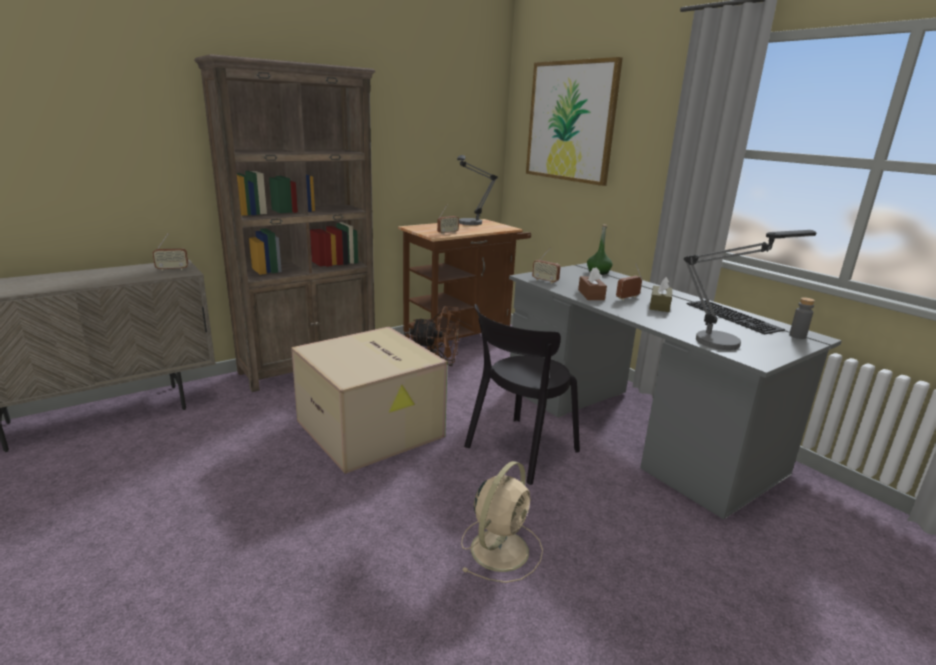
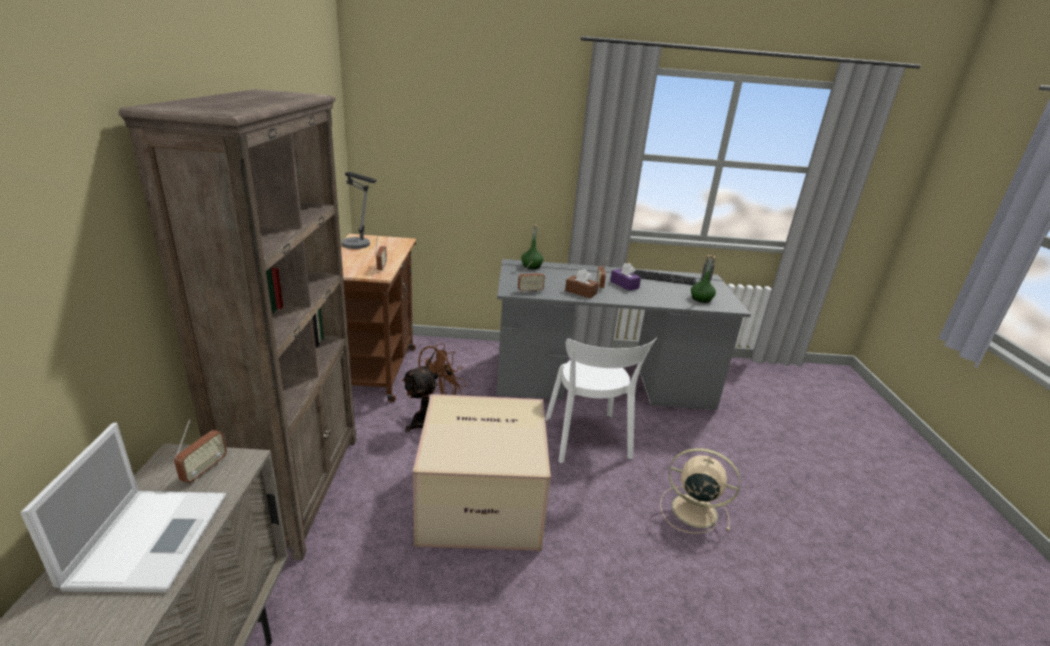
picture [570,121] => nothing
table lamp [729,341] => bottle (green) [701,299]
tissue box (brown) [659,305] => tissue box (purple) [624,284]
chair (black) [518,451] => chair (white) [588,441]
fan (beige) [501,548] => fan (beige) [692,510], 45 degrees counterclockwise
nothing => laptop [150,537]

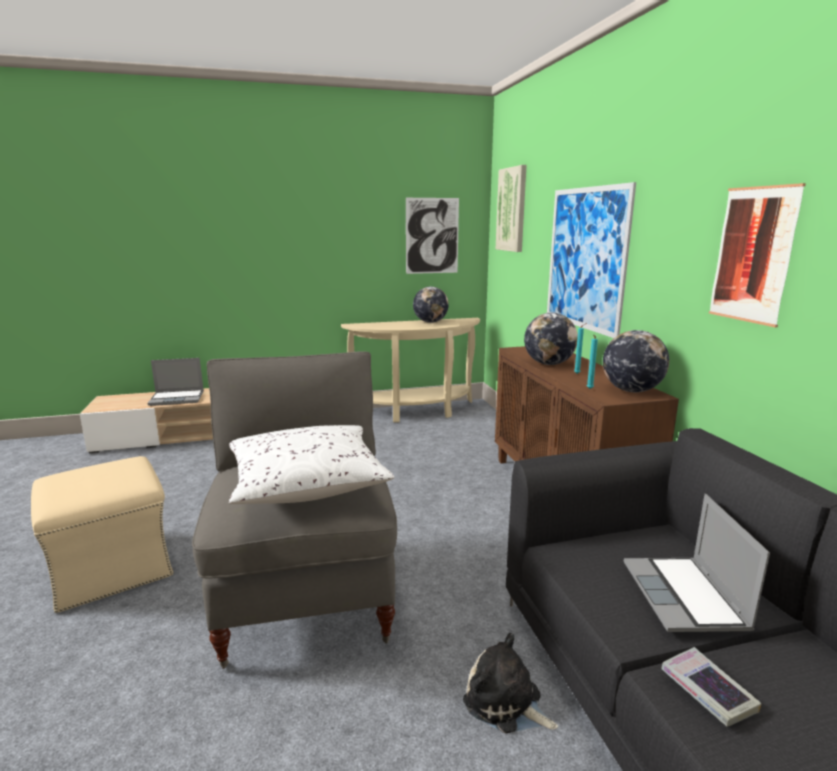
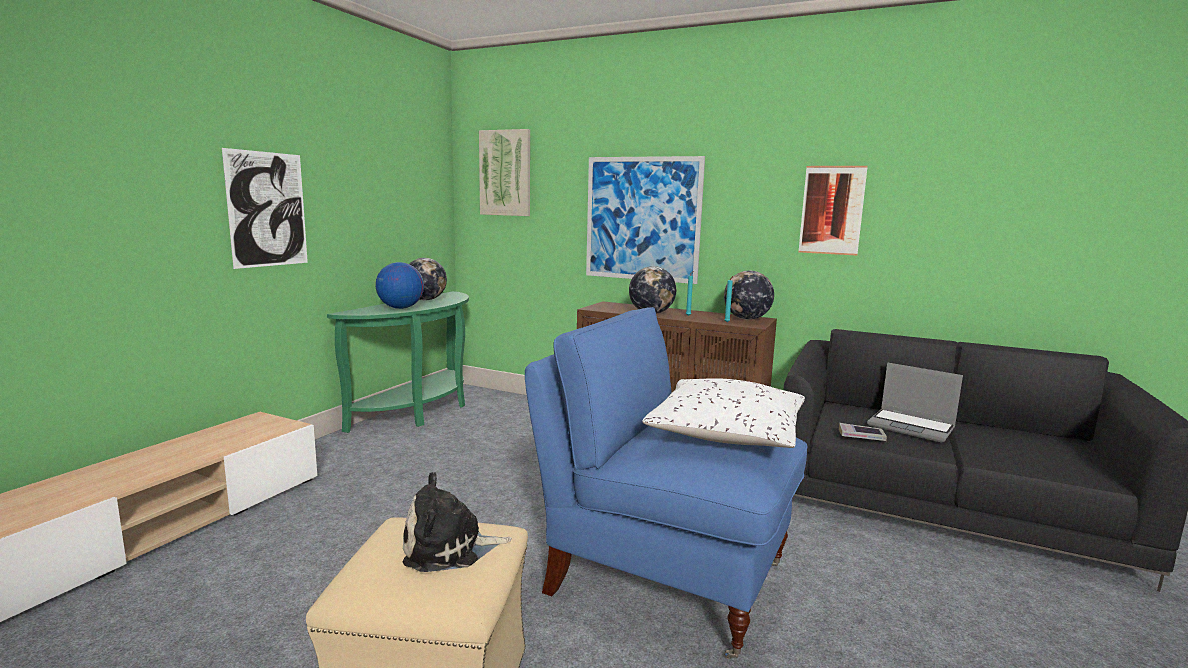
picture [432,236] => picture [267,209], relocated
console table (beige) [416,412] => console table (green) [420,411]
armchair (grey) [307,593] => armchair (blue) [663,577]
laptop [178,398] => nothing
plush toy [506,703] => plush toy [449,548], relocated
book [707,691] => book [861,436], relocated
nothing => globe [400,308]

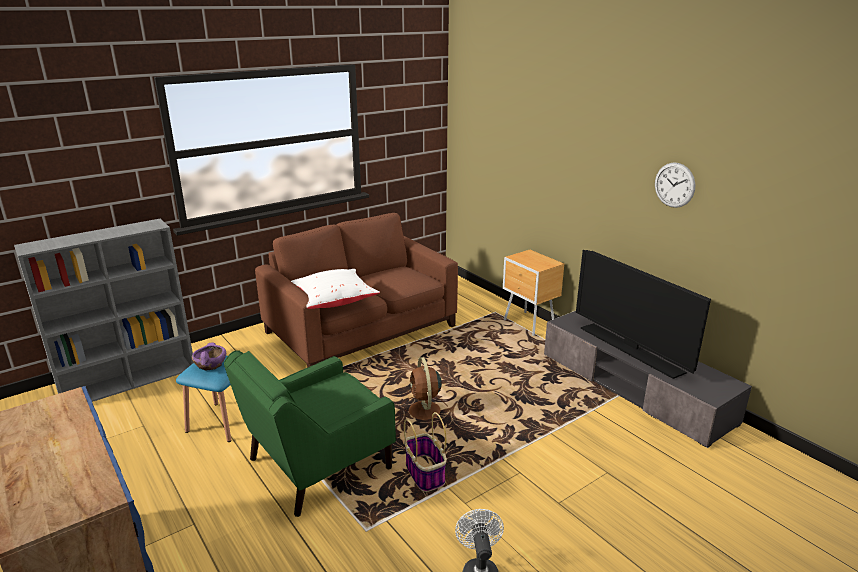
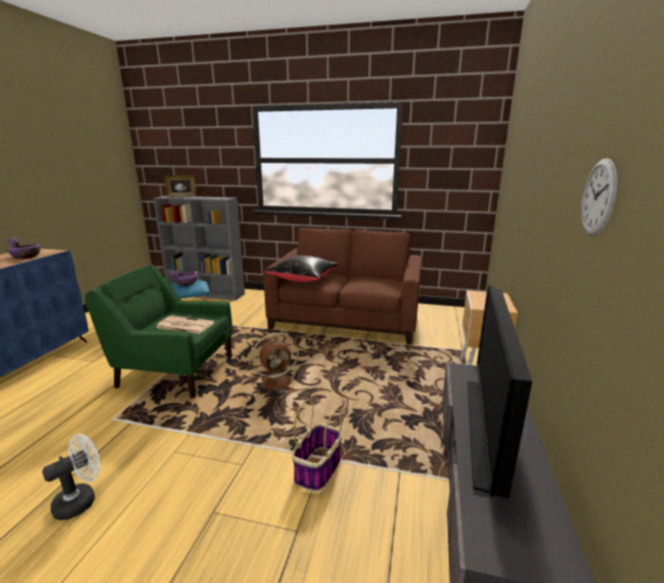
pillow (white) [334,300] => pillow (black) [304,279]
fan (brown) [424,412] => fan (brown) [278,381], 150 degrees counterclockwise
basket [425,474] => basket [318,470], relocated
nothing => picture frame [181,196]
nothing => bowl (purple) [26,256]
nothing => newspaper [184,325]

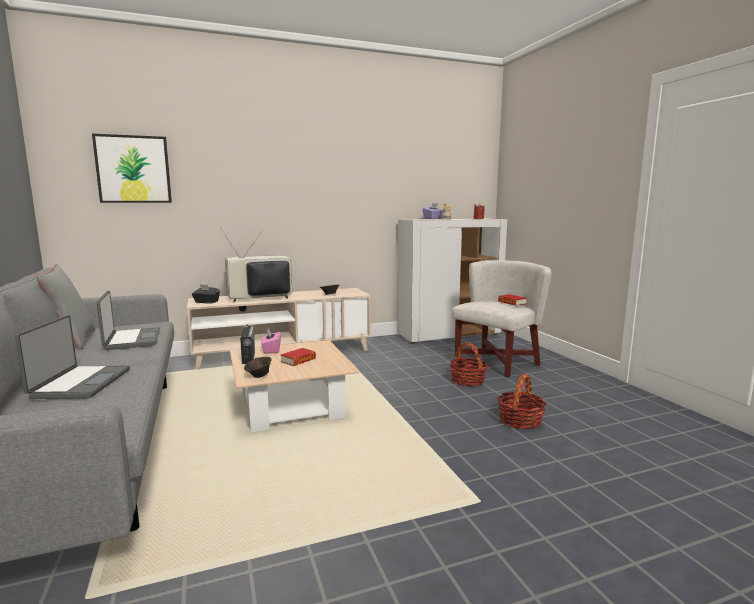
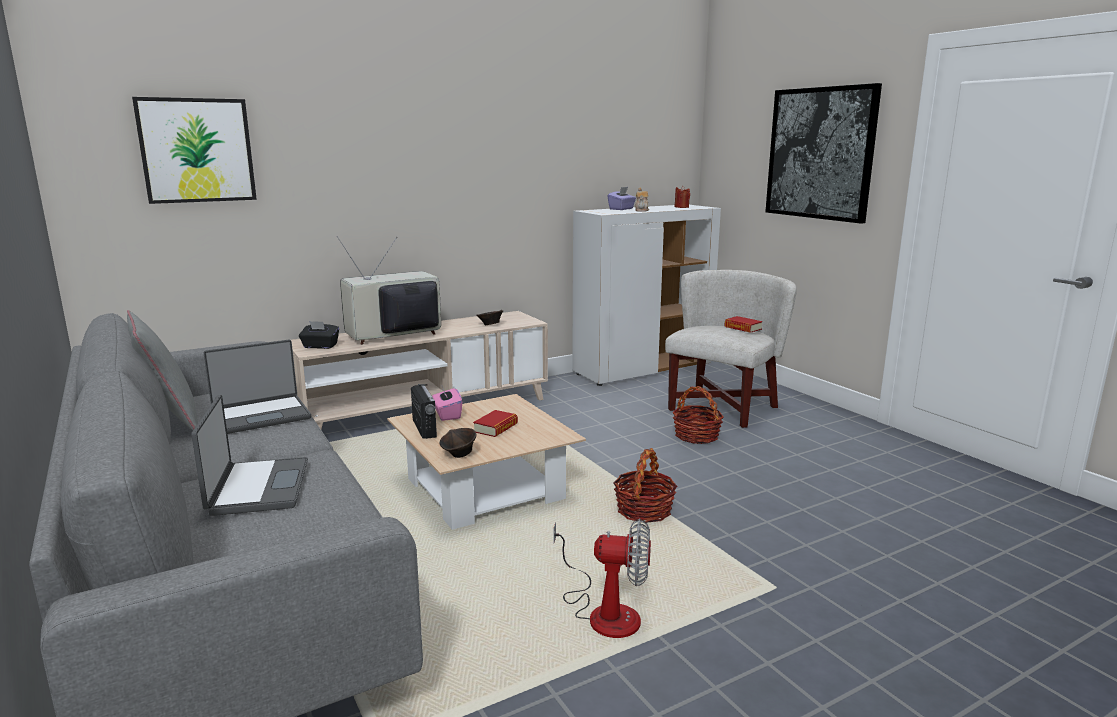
laptop [131,340] => laptop [261,416], 90 degrees clockwise
basket [520,421] => basket [644,510], relocated
nothing => picture [820,153]
nothing => fan [604,612]

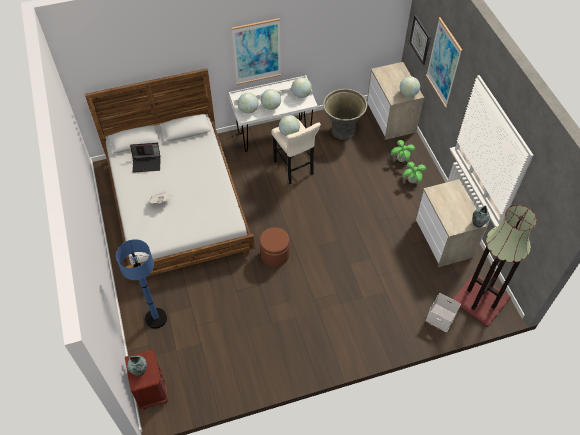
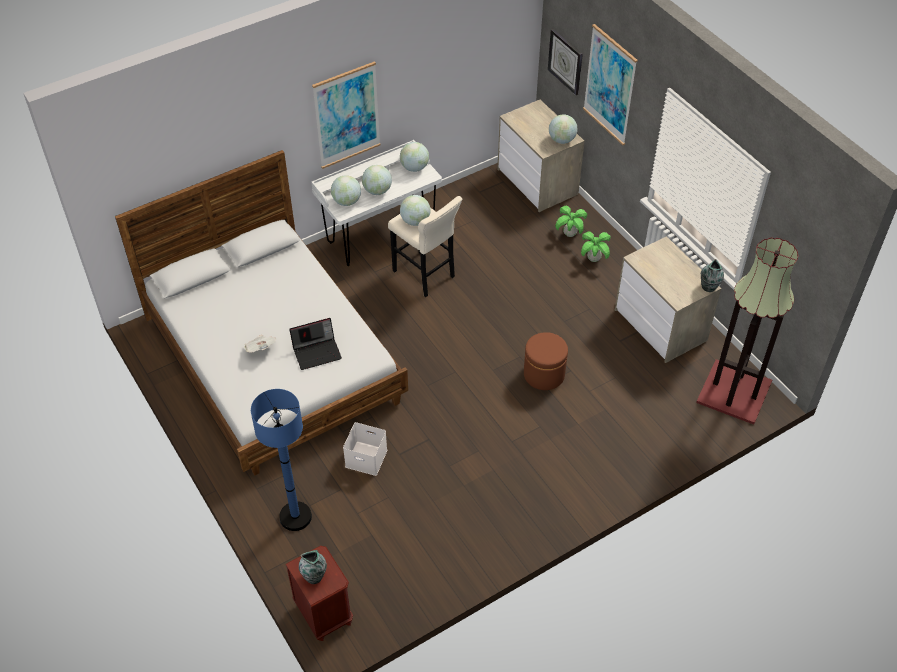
planter (grey) [342,130] => nothing
laptop [147,163] => laptop [317,352], relocated
ottoman (brown) [275,255] => ottoman (brown) [544,374], relocated
storage box (white) [440,317] => storage box (white) [365,458], relocated

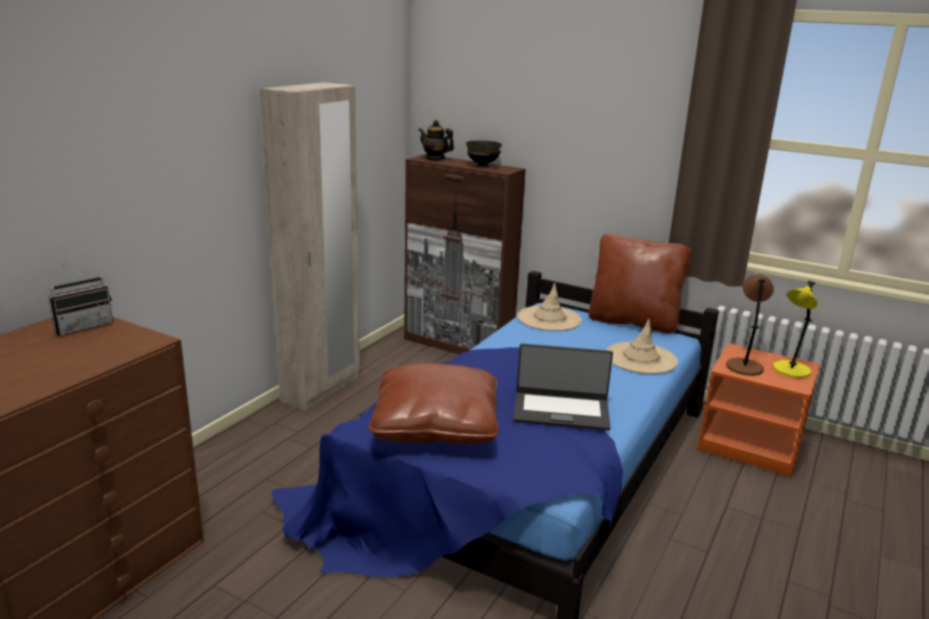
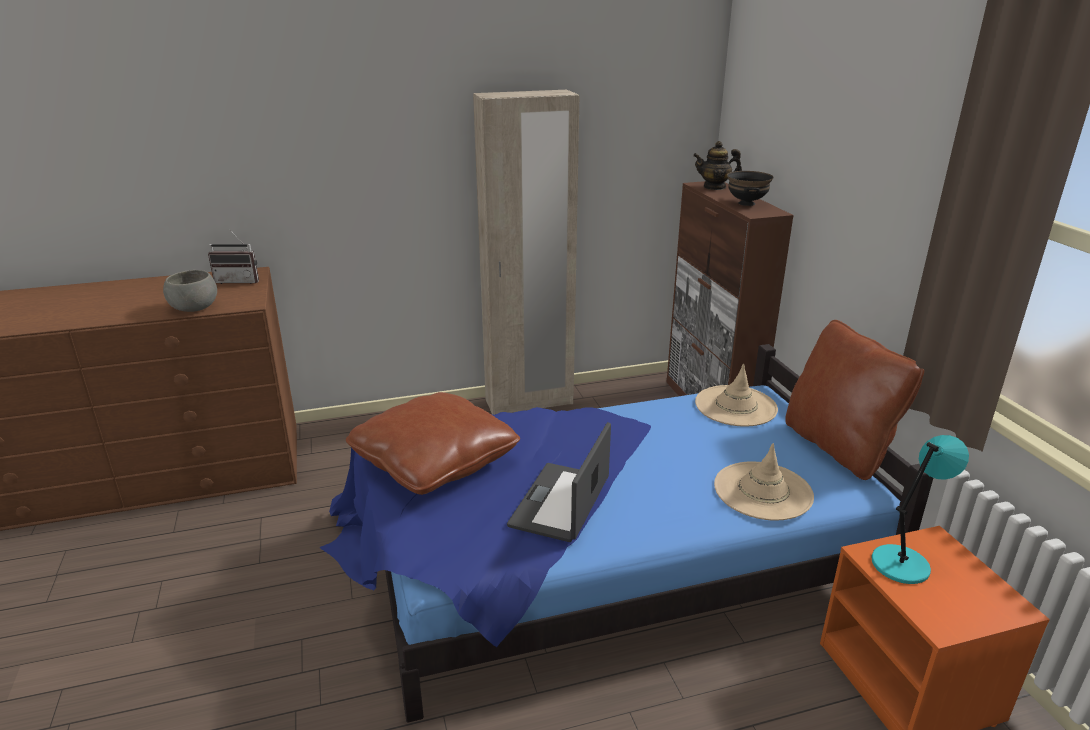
teapot [435,159] => teapot [715,187], 75 degrees counterclockwise
table lamp (brown) [744,366] => table lamp (turquoise) [902,563]
table lamp (yellow) [790,371] => nothing
laptop [561,411] => laptop [561,502], 60 degrees clockwise
nothing => bowl (grey) [195,308]

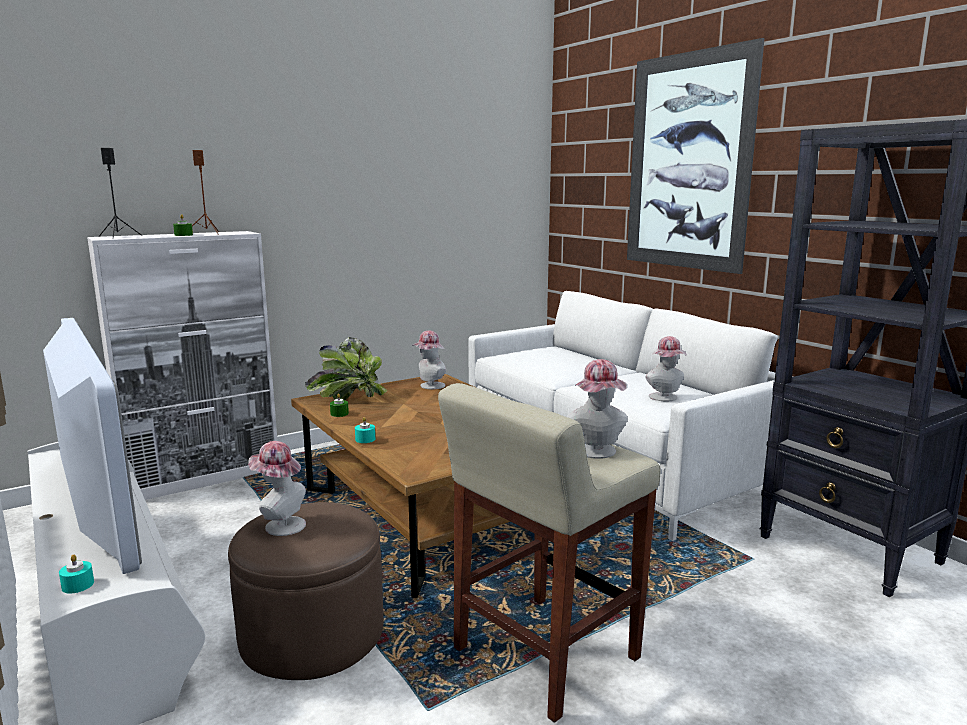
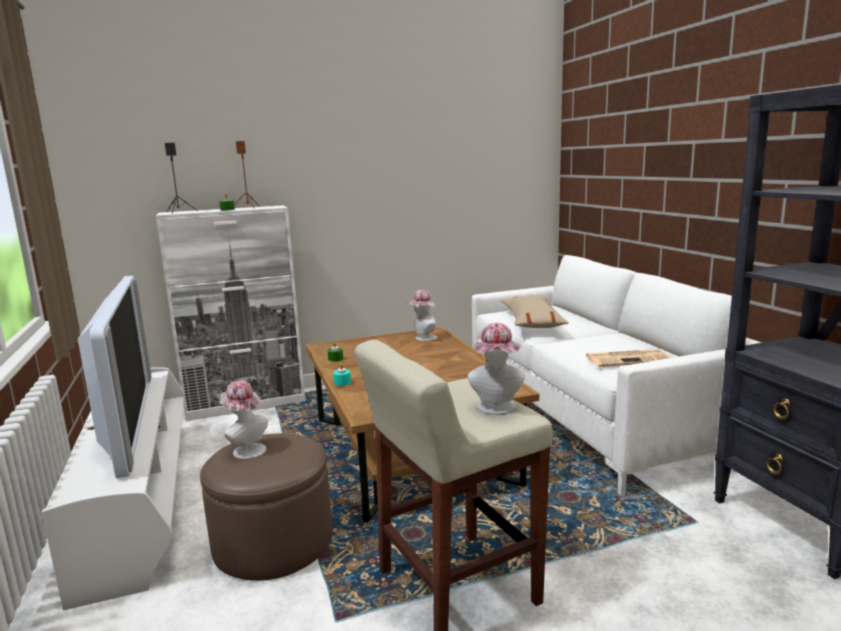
picture [688,162] => nothing
hat [665,398] => newspaper [628,359]
potted plant [348,399] => nothing
candle (turquoise) [78,585] => nothing
nothing => pillow (beige) [532,322]

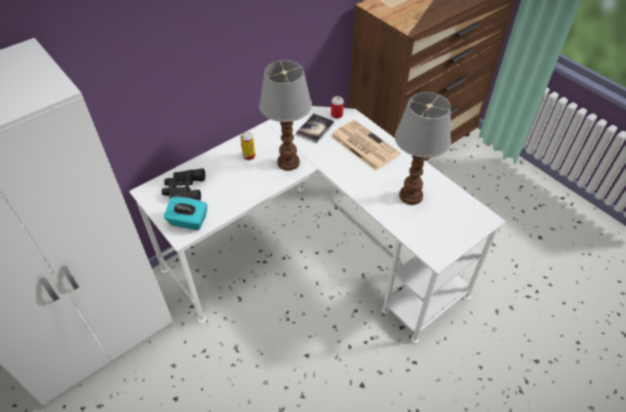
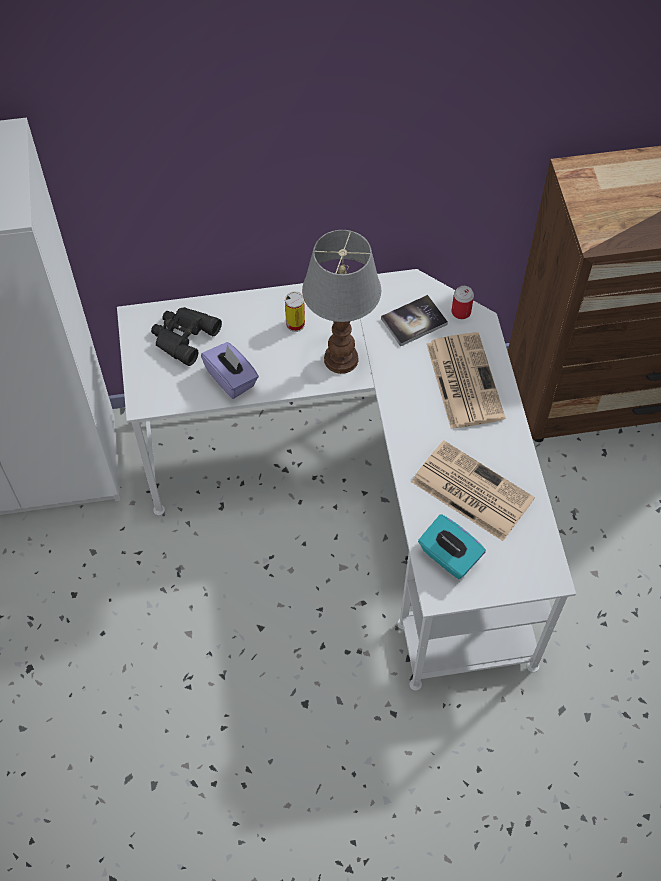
table lamp [410,196] => newspaper [470,490]
tissue box (turquoise) [188,221] => tissue box (turquoise) [449,556], relocated
nothing => tissue box (purple) [231,379]

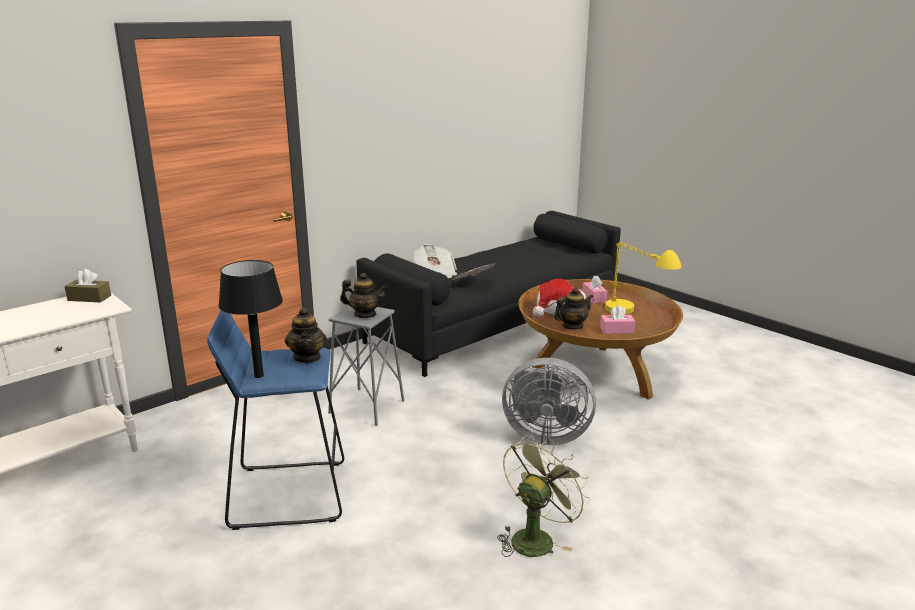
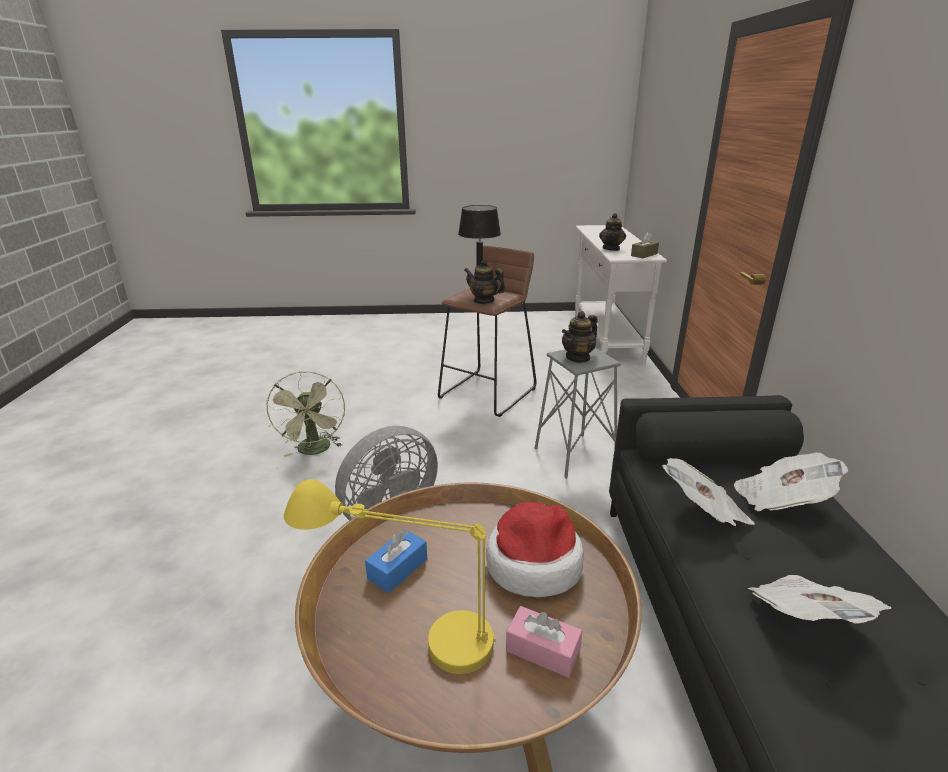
teapot [572,326] => teapot [611,248], relocated
tissue box (pink) [616,330] => tissue box (blue) [397,569]
stool (blue) [287,493] => stool (brown) [488,393]
nothing => newspaper [806,618]

